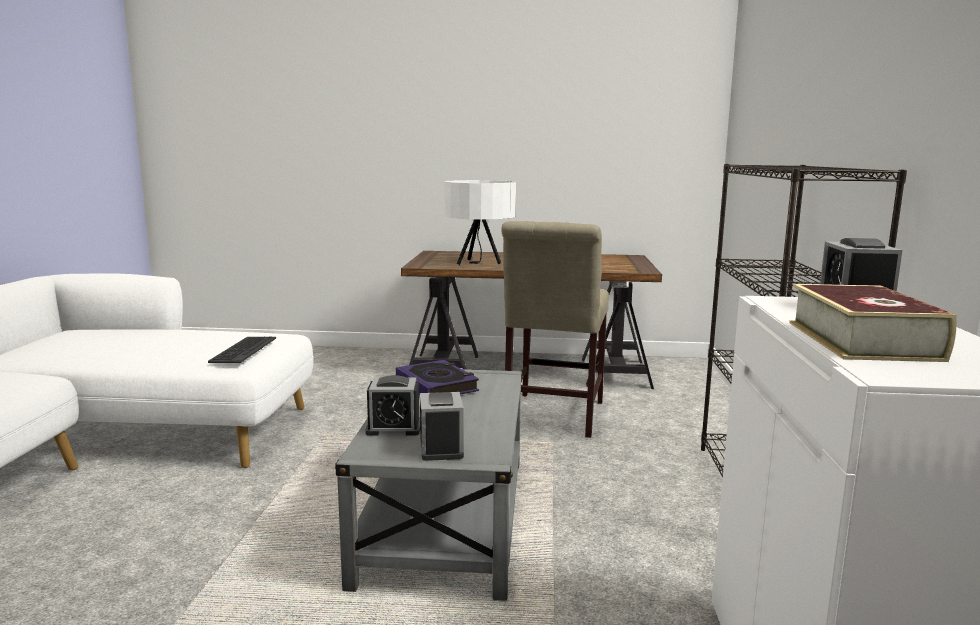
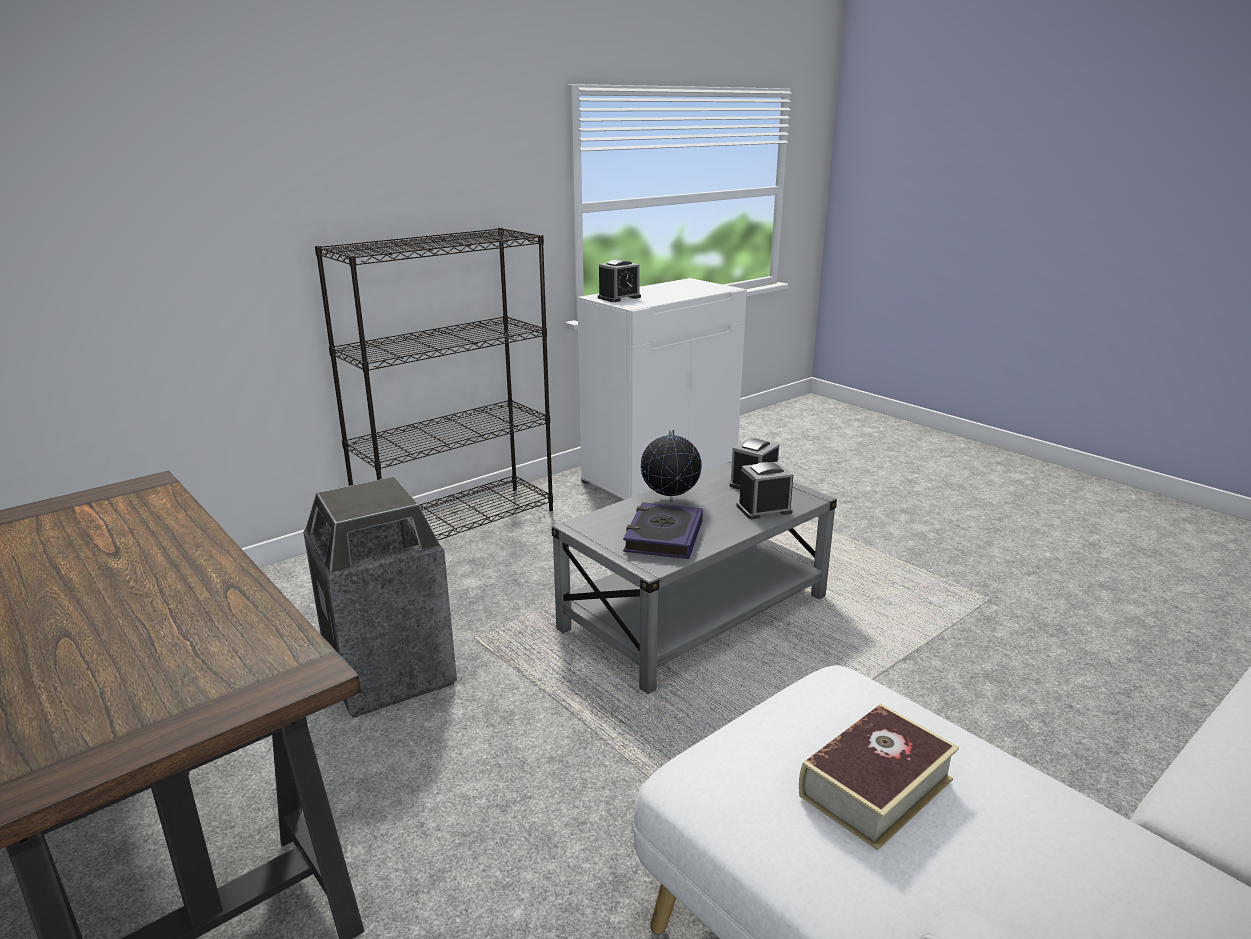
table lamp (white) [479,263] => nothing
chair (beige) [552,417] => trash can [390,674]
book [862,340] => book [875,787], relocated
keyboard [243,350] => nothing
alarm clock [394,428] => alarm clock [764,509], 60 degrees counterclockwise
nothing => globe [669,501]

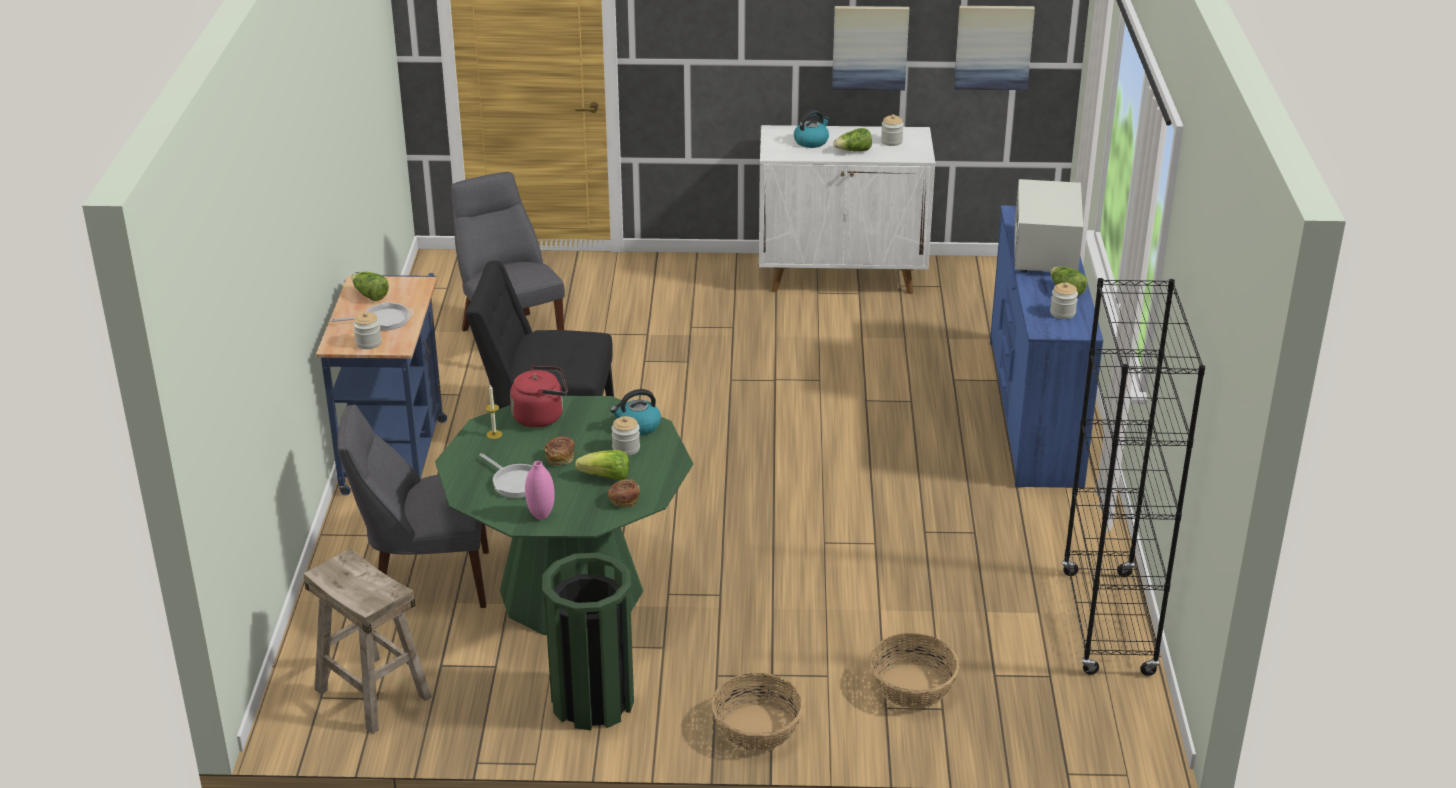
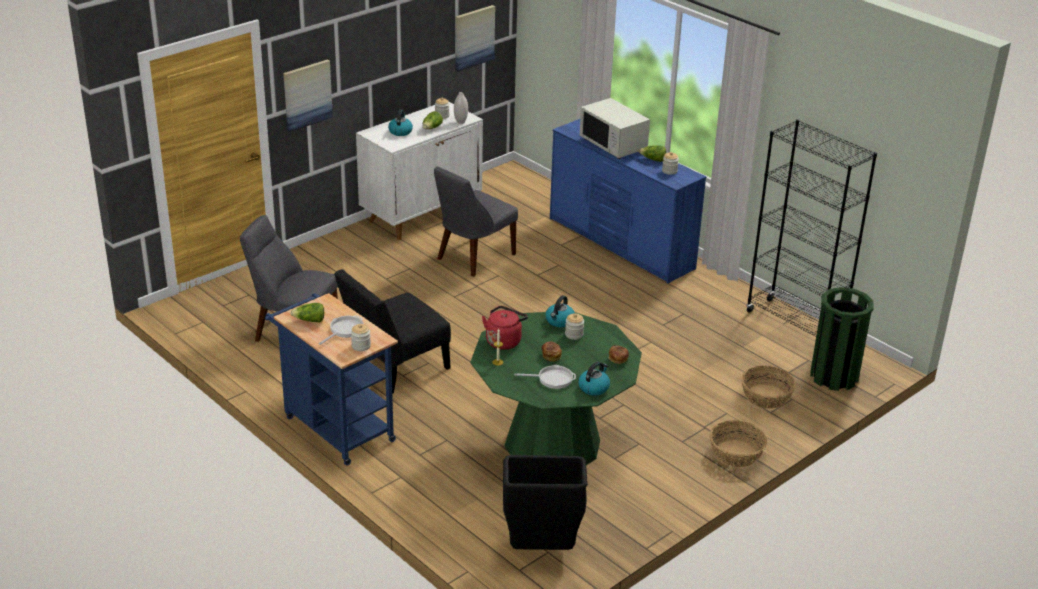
picture [870,47] => picture [307,94], relocated
chair (grey) [425,581] => chair (grey) [473,258], relocated
lettuce [606,477] => nothing
vase (pink) [541,515] => kettle [594,387]
stool (beige) [372,693] => trash can (black) [541,551]
trash can (green) [592,702] => trash can (green) [834,376], relocated
nothing => vase (white) [460,122]

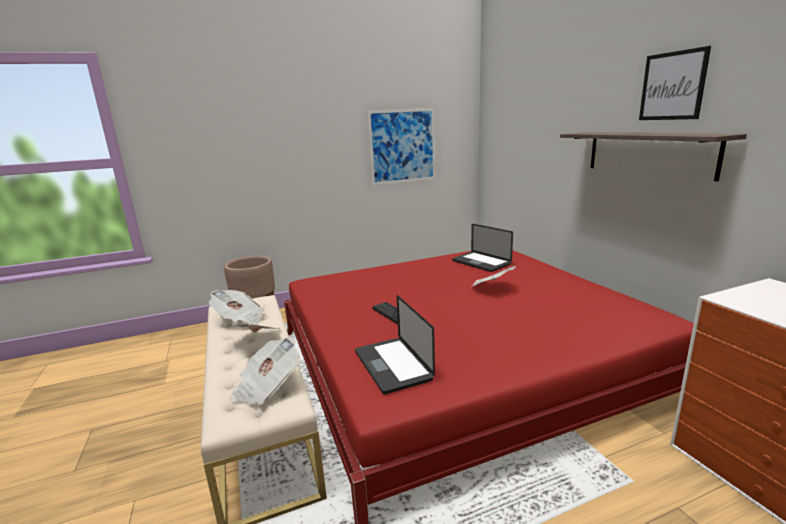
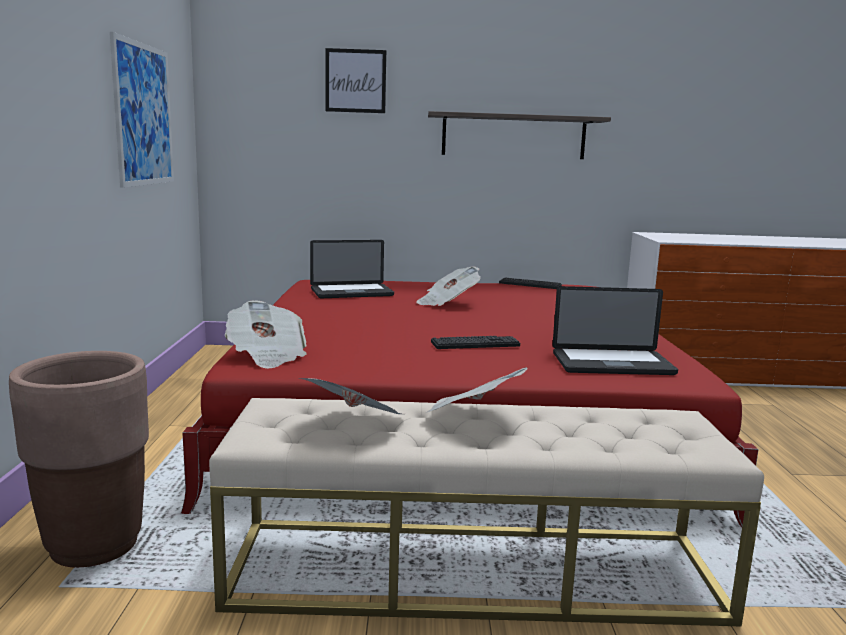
picture [672,86] => picture [355,81], relocated
newspaper [267,387] => newspaper [267,356], relocated
nothing => keyboard [530,284]

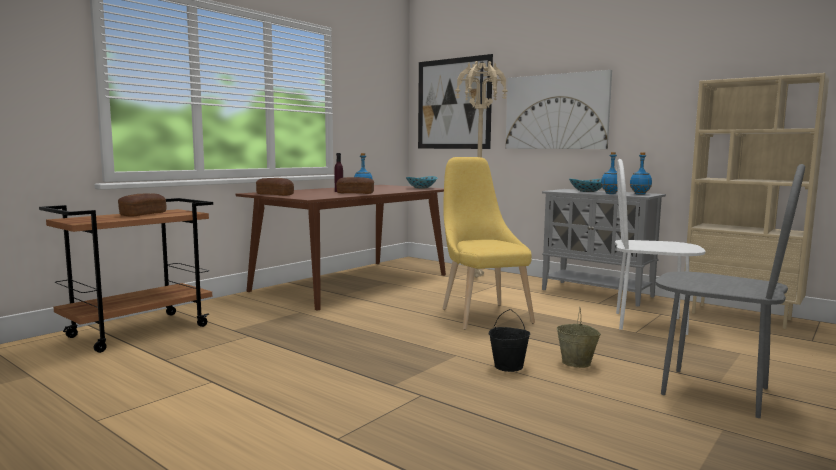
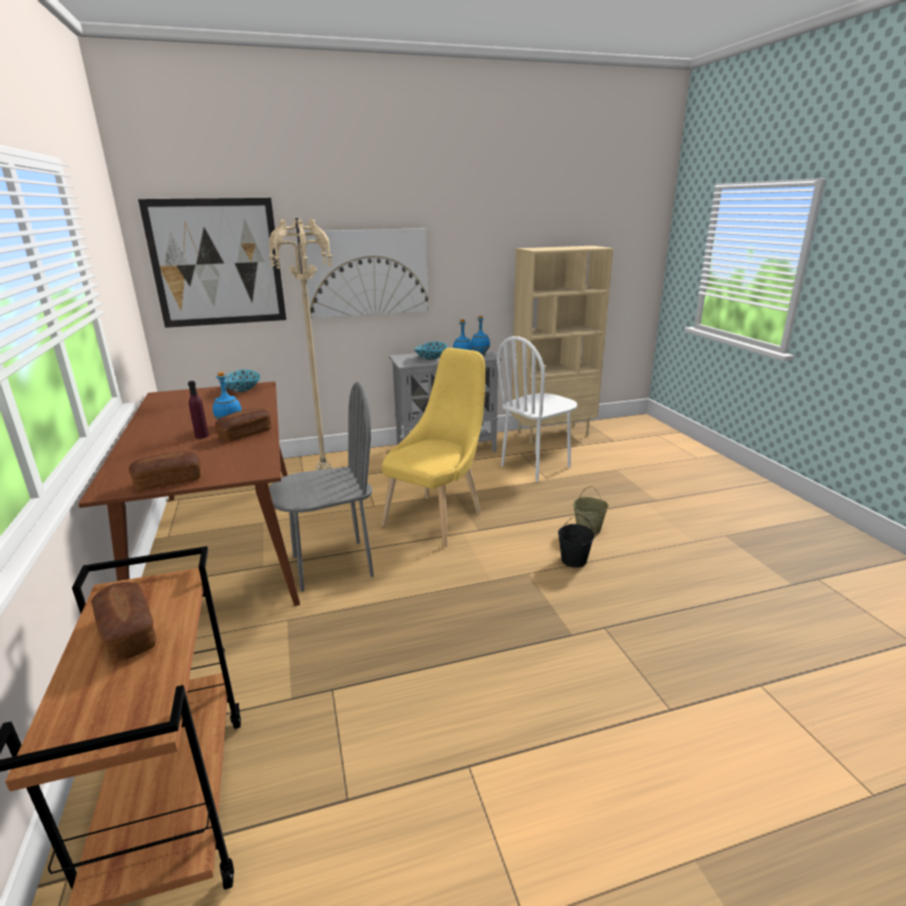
chair (yellow) [482,314] => chair (yellow) [437,517], 105 degrees clockwise
chair (grey) [714,391] => chair (grey) [332,565], relocated

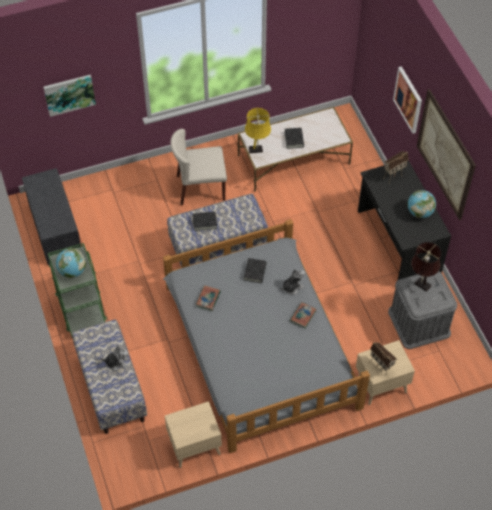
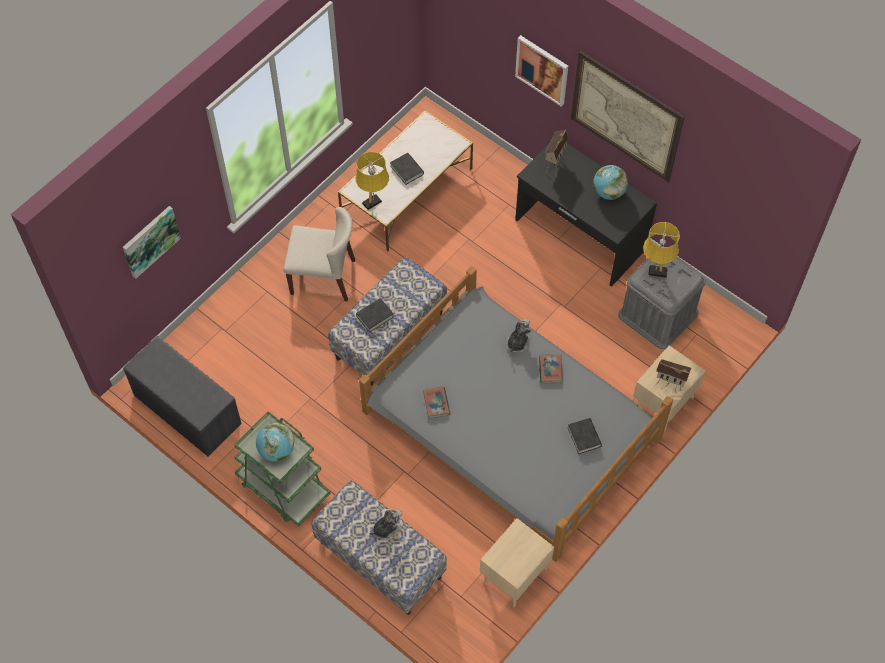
chair (beige) [200,188] => chair (beige) [323,277], 135 degrees counterclockwise
table lamp (brown) [421,283] => table lamp (yellow) [655,271]
book (black) [255,272] => book (black) [584,437], relocated

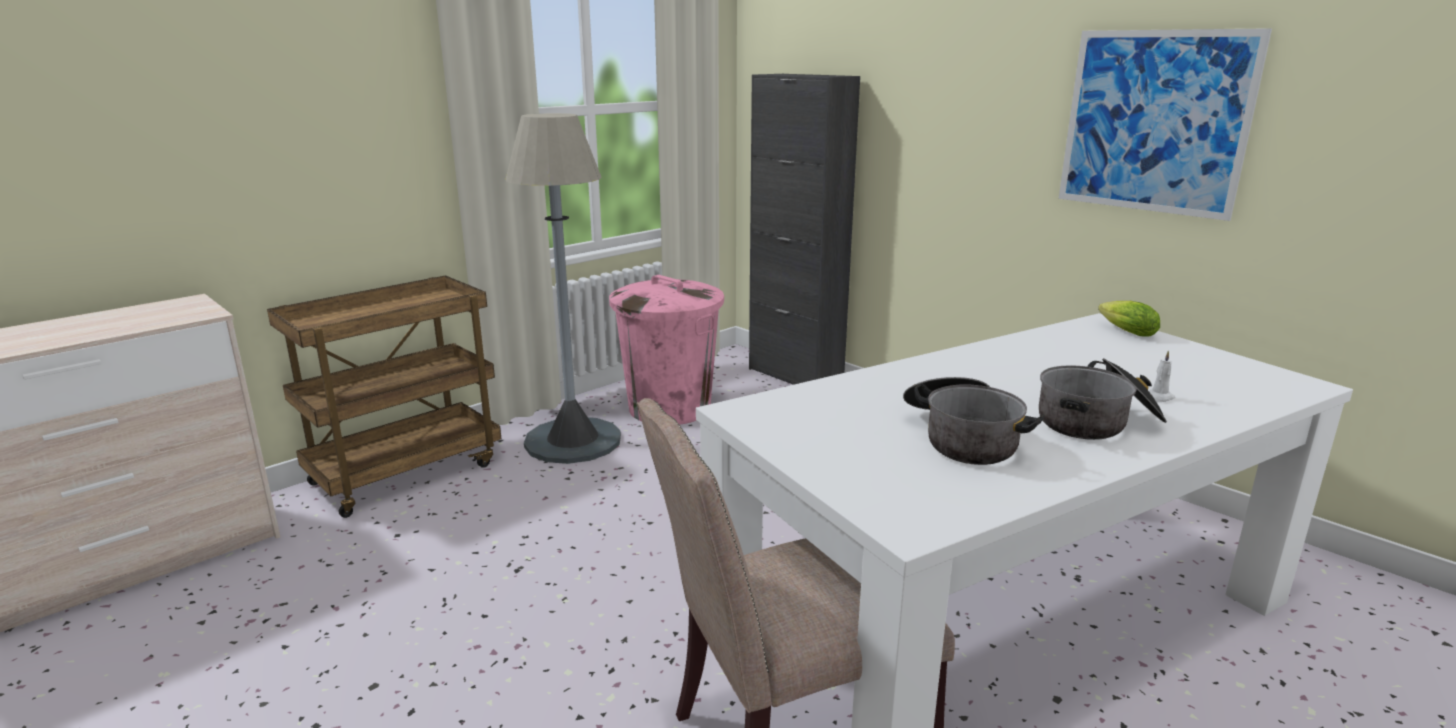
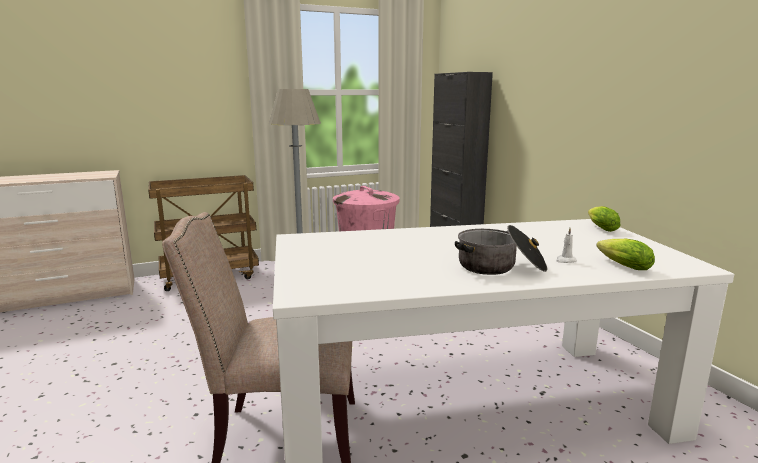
picture [1154,122] => nothing
cooking pot [961,438] => nothing
nothing => lettuce [621,265]

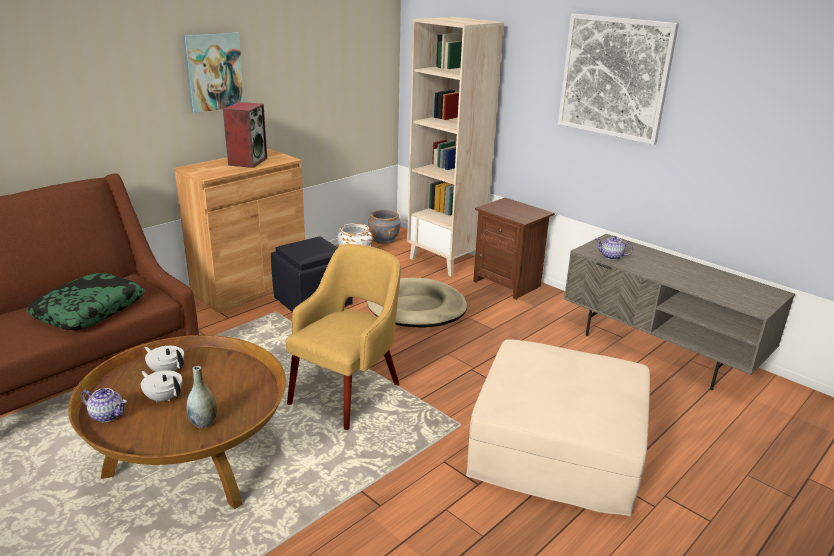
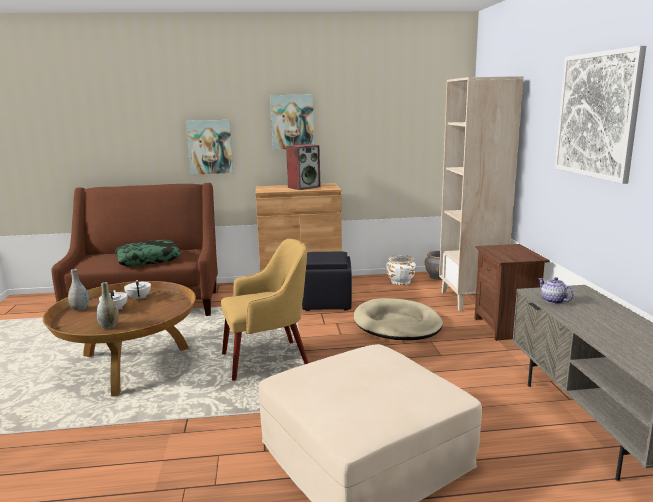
teapot [107,415] => vase (grey) [80,309]
nothing => picture [210,147]

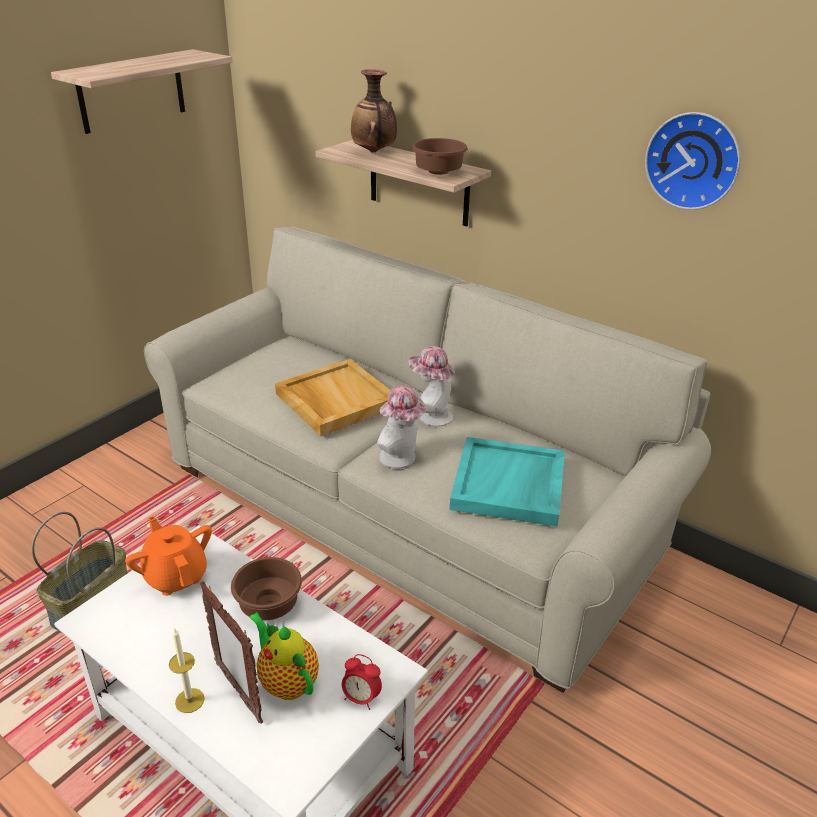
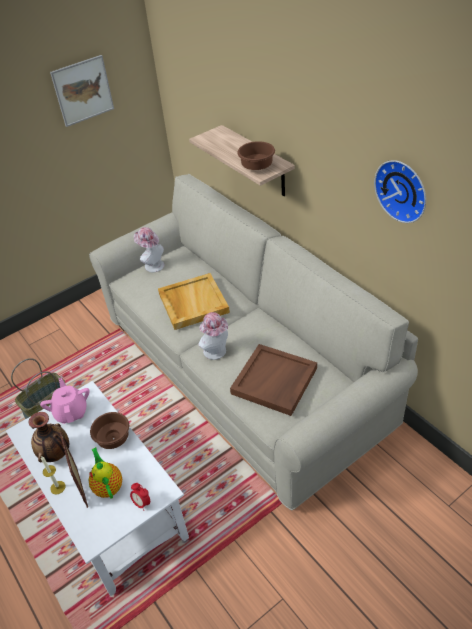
shelf [132,91] => picture [83,90]
vase [374,152] => vase [56,454], relocated
hat [431,415] => hat [152,265], relocated
tray (turquoise) [509,485] => tray (brown) [274,381]
teapot (orange) [176,576] => teapot (pink) [71,412]

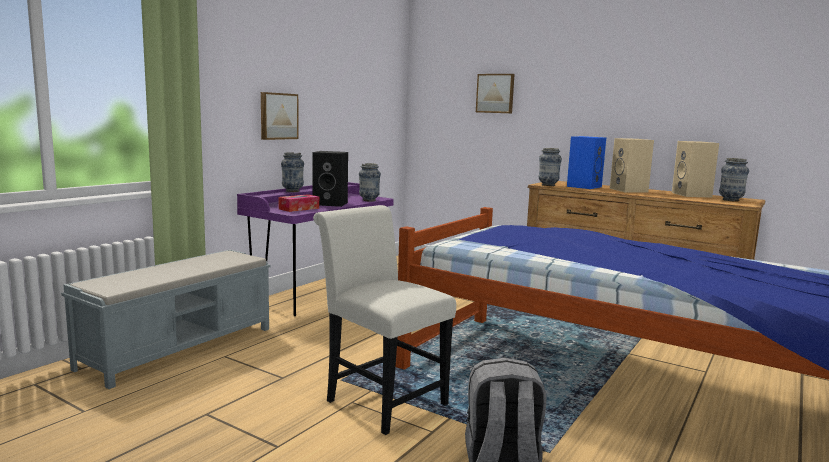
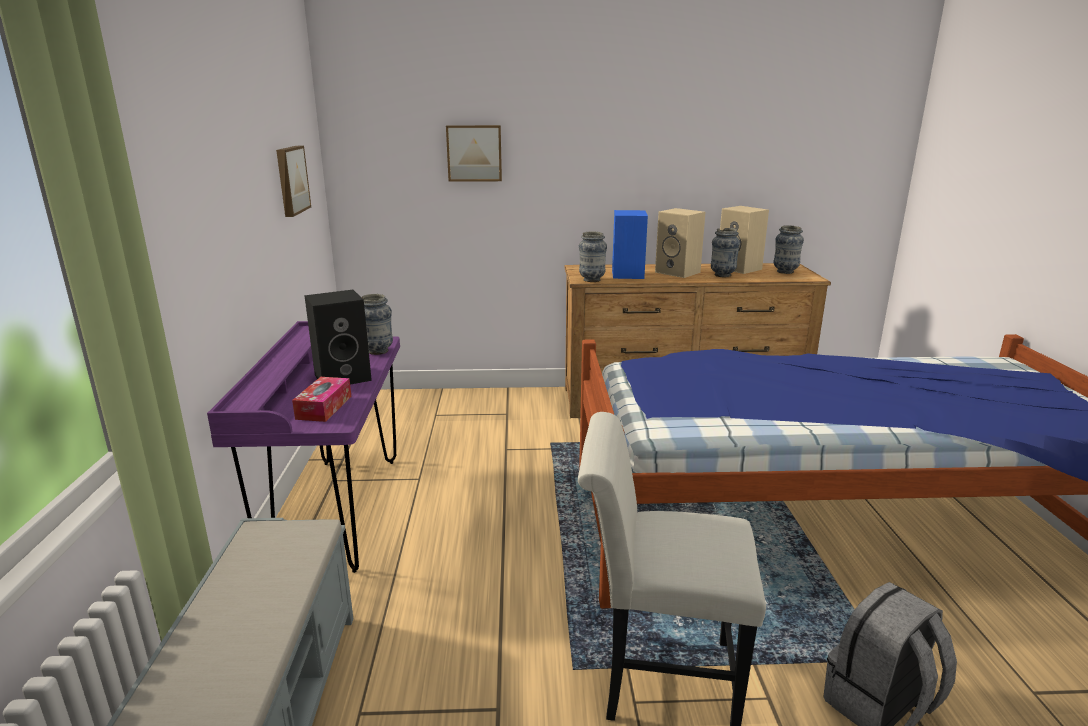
picture [278,116] => picture [290,180], relocated
vase [292,191] => vase [722,275], relocated

